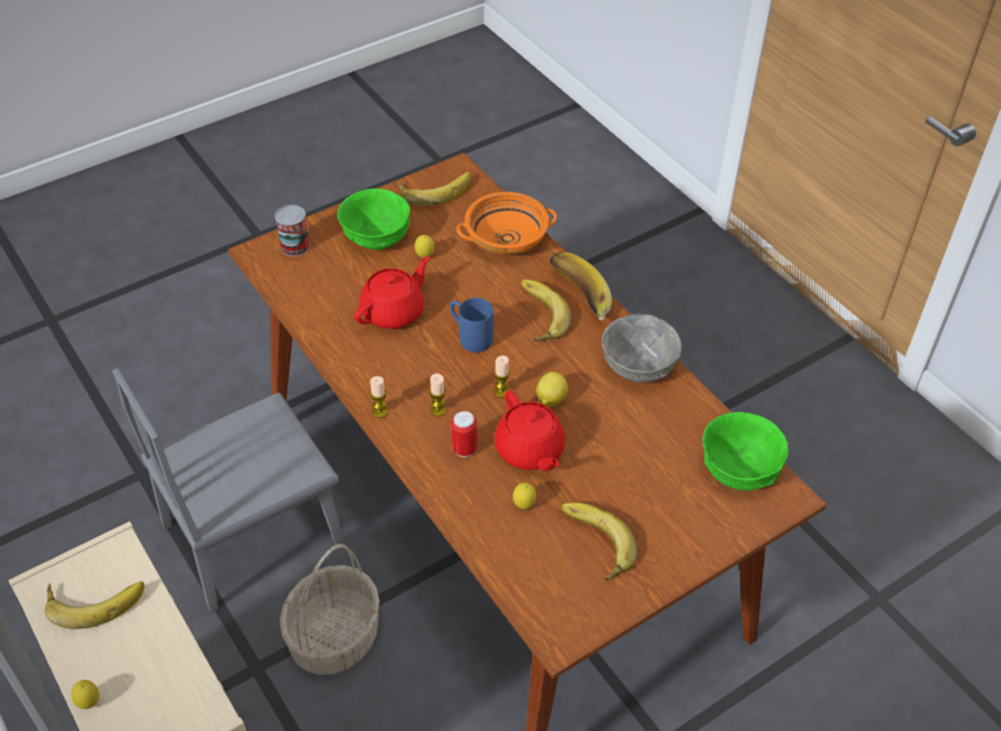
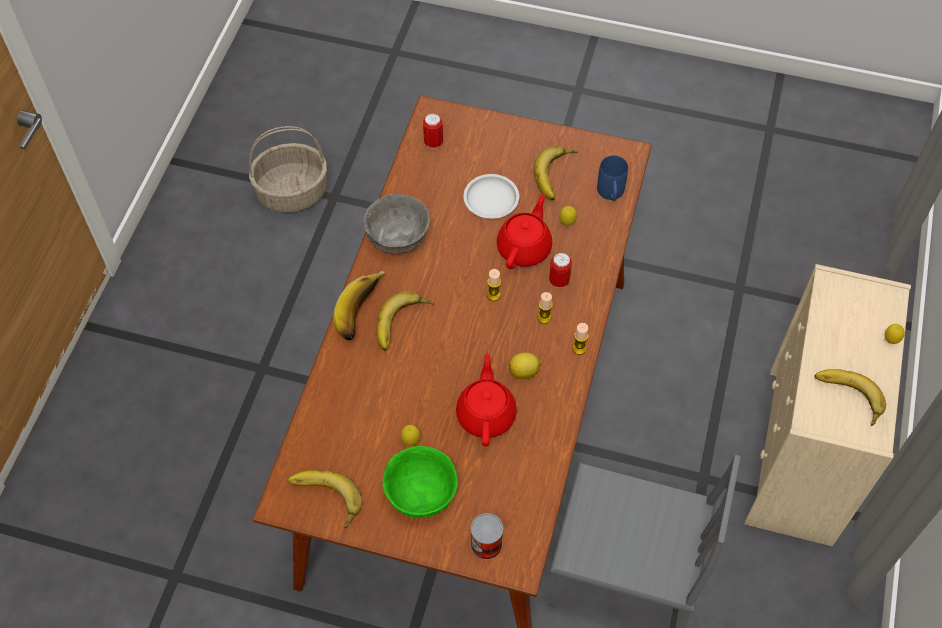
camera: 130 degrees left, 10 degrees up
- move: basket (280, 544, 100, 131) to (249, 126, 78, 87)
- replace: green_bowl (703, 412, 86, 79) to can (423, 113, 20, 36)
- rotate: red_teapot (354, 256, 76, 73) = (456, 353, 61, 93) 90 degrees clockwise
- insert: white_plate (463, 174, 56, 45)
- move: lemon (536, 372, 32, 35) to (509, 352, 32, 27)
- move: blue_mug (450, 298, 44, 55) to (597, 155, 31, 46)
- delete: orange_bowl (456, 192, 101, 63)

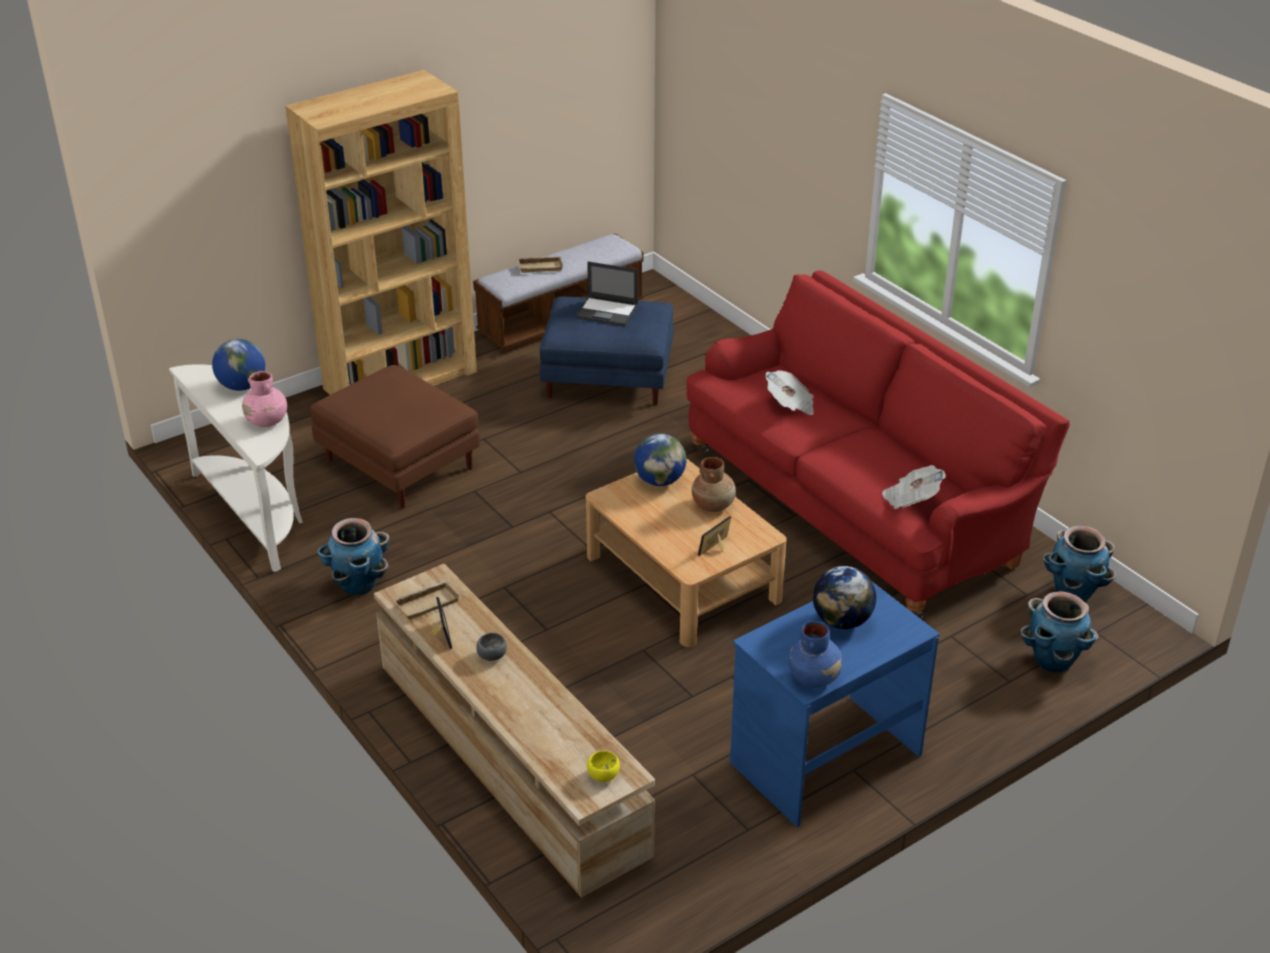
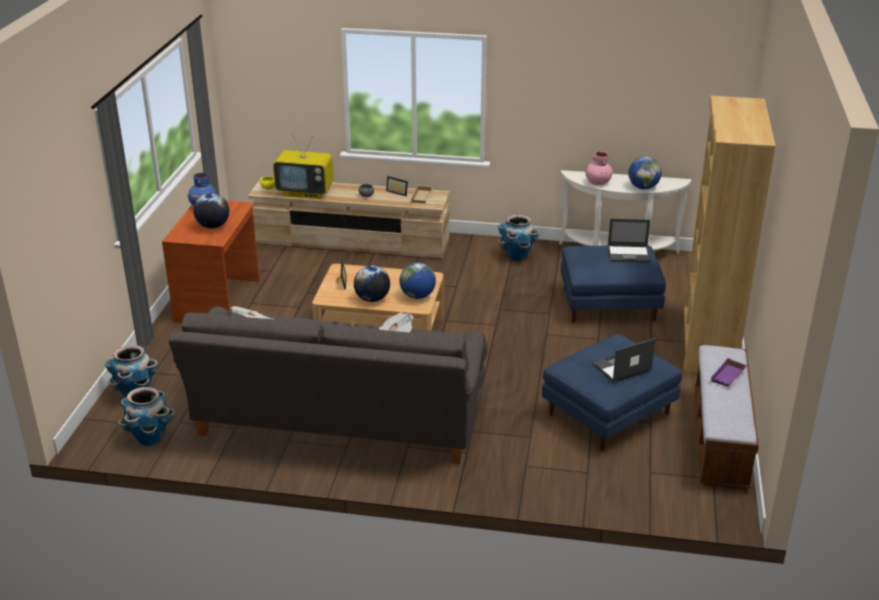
camera: 135 degrees right, 5 degrees down
- recolor: blue_desk (730, 582, 210, 245) to brown_desk (162, 201, 98, 122)
- recolor: red_sofa (686, 270, 384, 349) to grey_sofa (168, 307, 320, 157)
- insert: television (273, 134, 61, 65)
- replace: brown_vase (692, 457, 44, 55) to globe (354, 265, 36, 37)
- recolor: brown_ottoman (310, 365, 170, 143) to blue_ottoman (561, 245, 105, 78)
- insert: laptop (608, 219, 42, 44)
- recolor: beige_tray (517, 256, 46, 17) to purple_tray (710, 358, 37, 29)

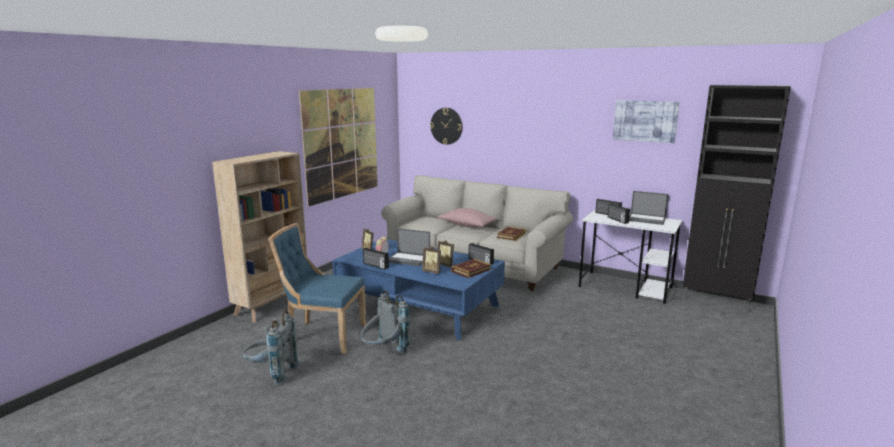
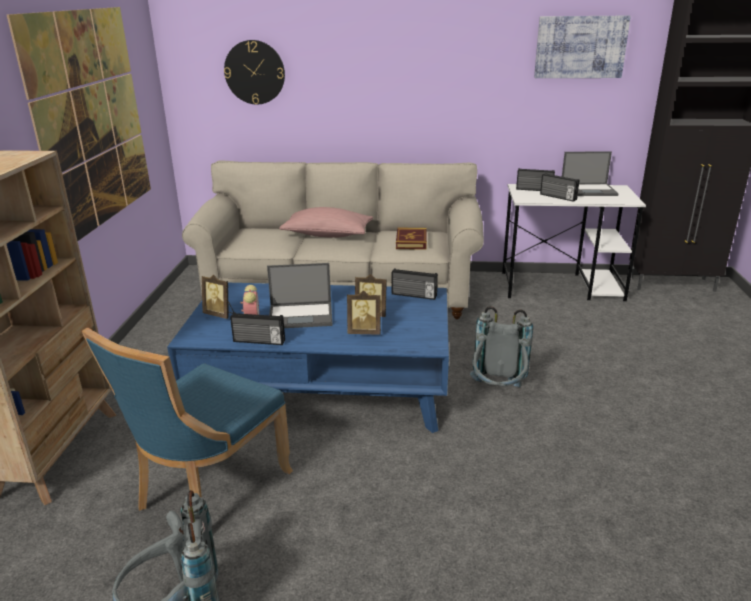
camera: 25 degrees left, 10 degrees up
- rotate: blue_chair (268, 223, 99, 131) = (82, 327, 211, 184) 45 degrees counterclockwise
- move: grey_backpack (361, 290, 49, 64) to (470, 306, 63, 81)
- delete: book (451, 259, 40, 19)

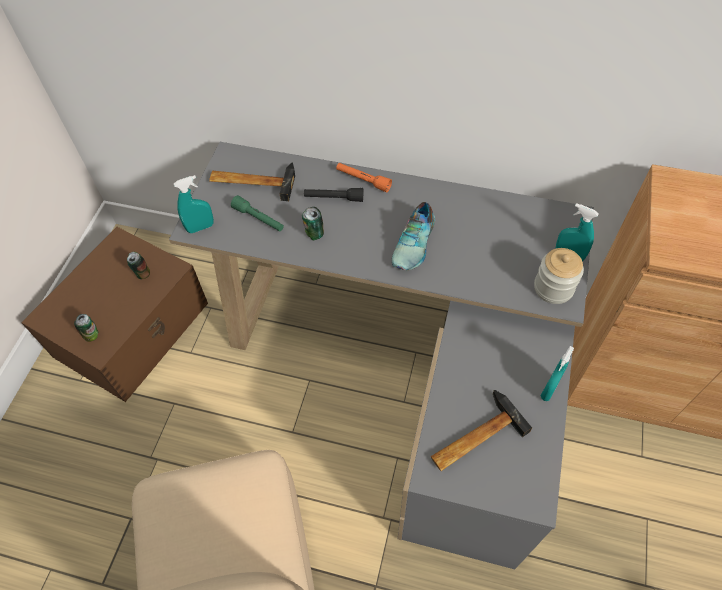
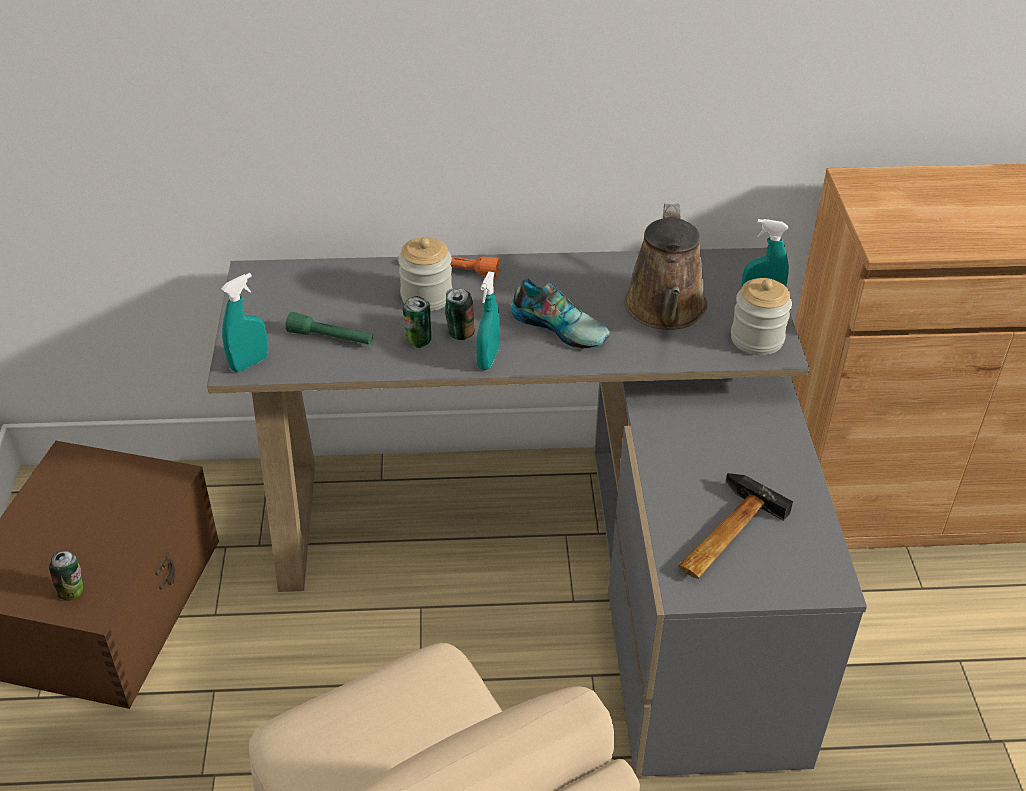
camera: 20 degrees left, 15 degrees down
- replace: black_flashlight (304, 188, 59, 14) to jar (398, 237, 54, 74)
- move: can (127, 252, 23, 28) to (445, 288, 30, 52)
- move: turquoise_spray_bottle (541, 346, 33, 55) to (476, 271, 23, 99)
- rotate: shoe (392, 202, 43, 69) = (511, 279, 99, 70) 60 degrees counterclockwise
- insert: brown_watering_can (624, 204, 83, 126)
- delete: hammer (209, 163, 86, 38)

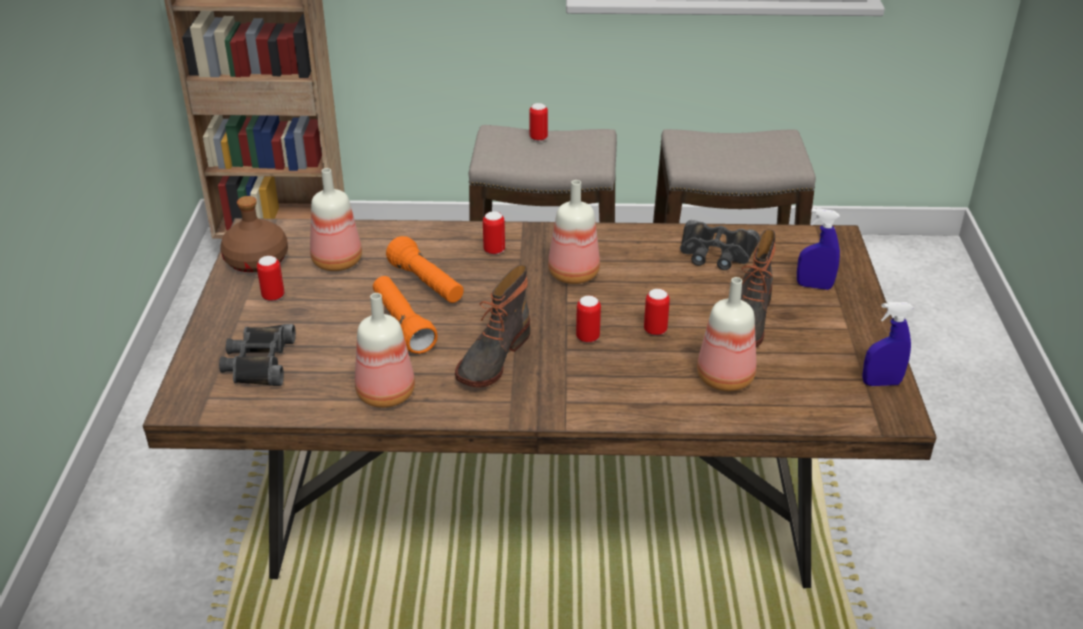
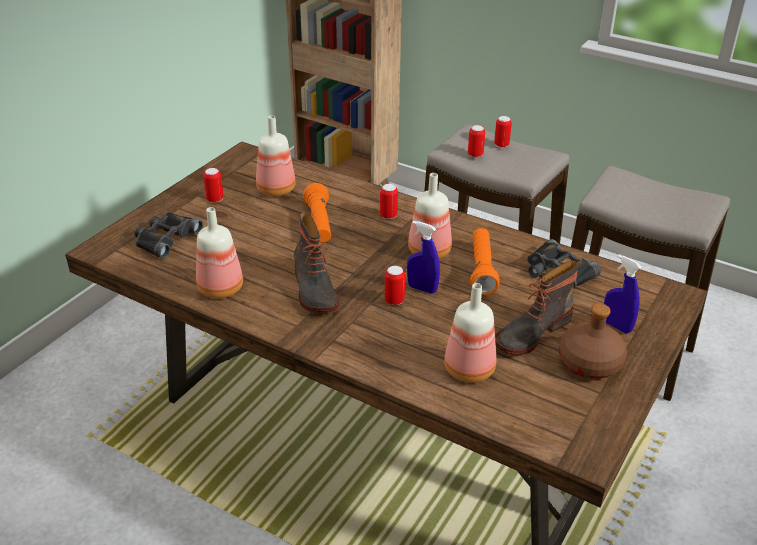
camera: 30 degrees right, 0 degrees up
- rotate: boot (455, 265, 75, 122) = (294, 212, 45, 100) 75 degrees counterclockwise
- move: blue_spray_bottle (862, 302, 51, 84) to (407, 221, 33, 73)
- move: can (644, 289, 26, 46) to (468, 125, 17, 33)
- move: orange_flashlight (373, 276, 65, 78) to (470, 228, 30, 67)
- move: brown_bottle (220, 196, 68, 76) to (559, 303, 68, 76)

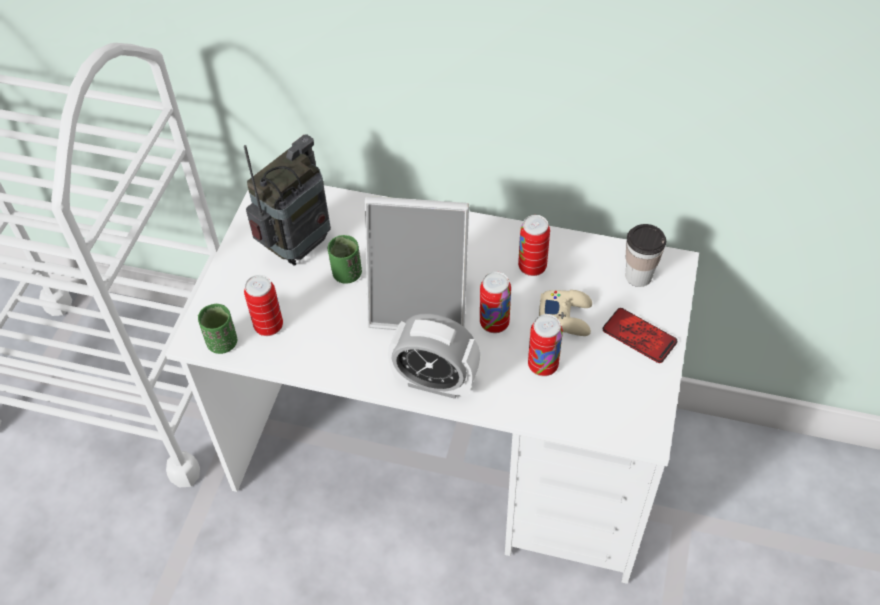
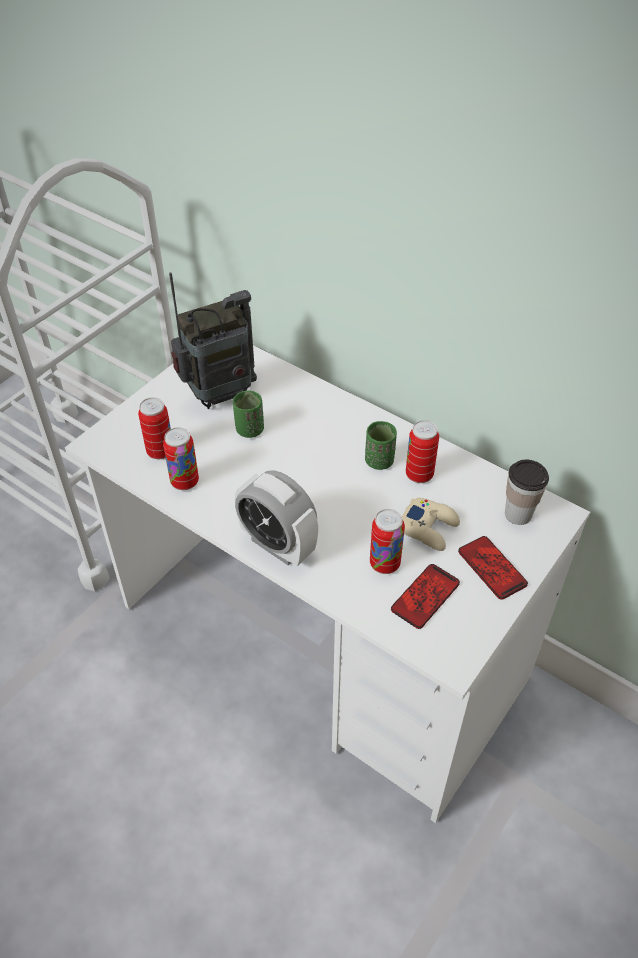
camera: 20 degrees right, 5 degrees down
- move: can (480, 272, 31, 61) to (163, 427, 36, 63)
- move: green_cup (198, 304, 39, 50) to (365, 421, 32, 49)
- insert: phone (391, 564, 69, 65)
- delete: picture_frame (365, 196, 104, 134)

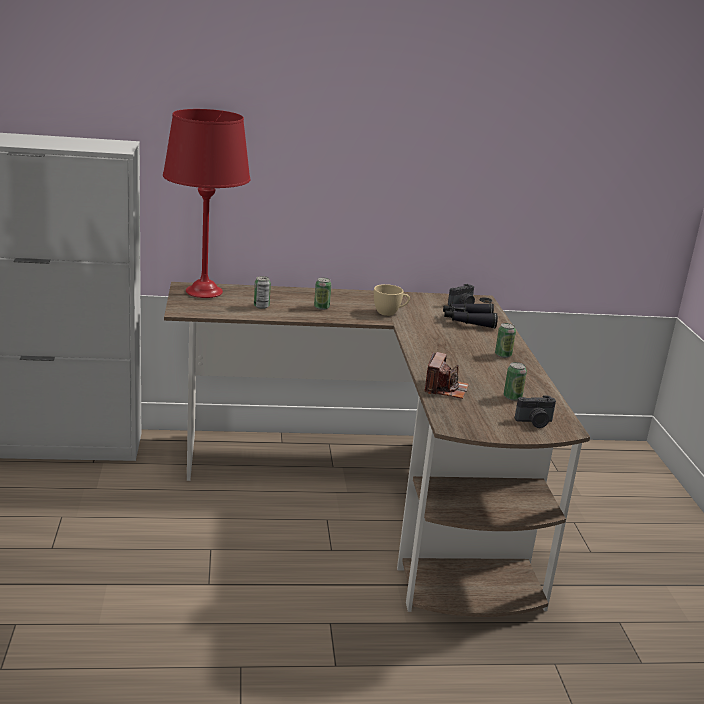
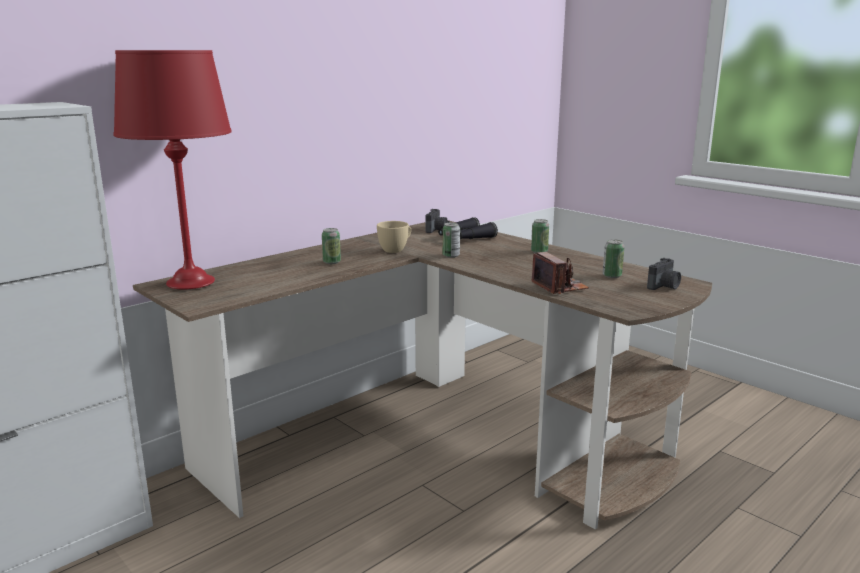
camera: 35 degrees left, 5 degrees down
- move: can (254, 276, 17, 33) to (443, 223, 17, 35)

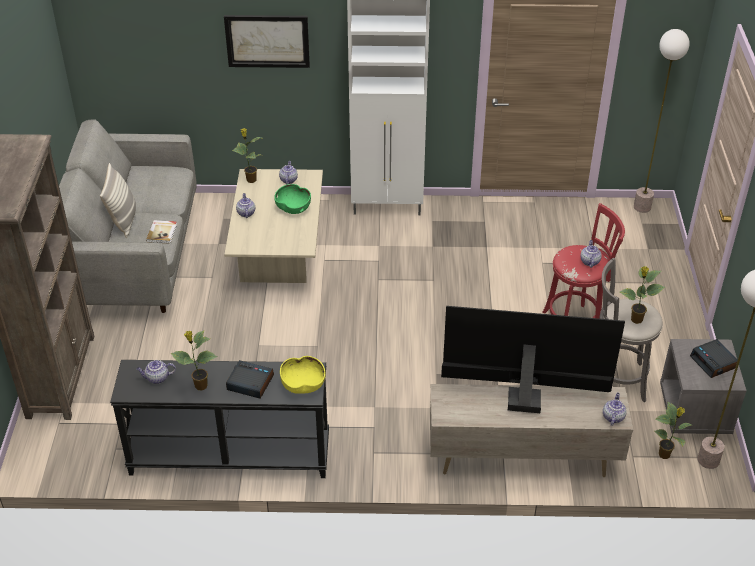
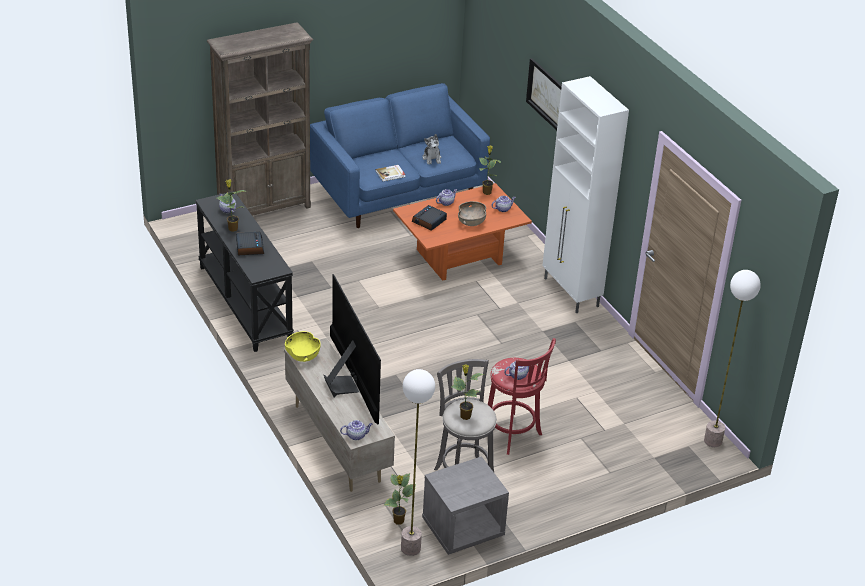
camera: 60 degrees right, 5 degrees down
- move: yellow_bowl (280, 356, 46, 38) to (285, 331, 35, 31)
- recolor: grey_sofa (59, 119, 138, 194) to blue_sofa (310, 83, 180, 145)
- recolor: beige_coffee_table (224, 169, 99, 114) to orange_coffee_table (393, 183, 139, 98)
- move: alarm_clock (690, 339, 48, 39) to (412, 205, 35, 26)
- insert: plush_toy (422, 134, 19, 31)
- recolor: green_bowl (275, 184, 36, 30) to brown_bowl (458, 201, 28, 25)
- delete: pillow (100, 163, 36, 75)

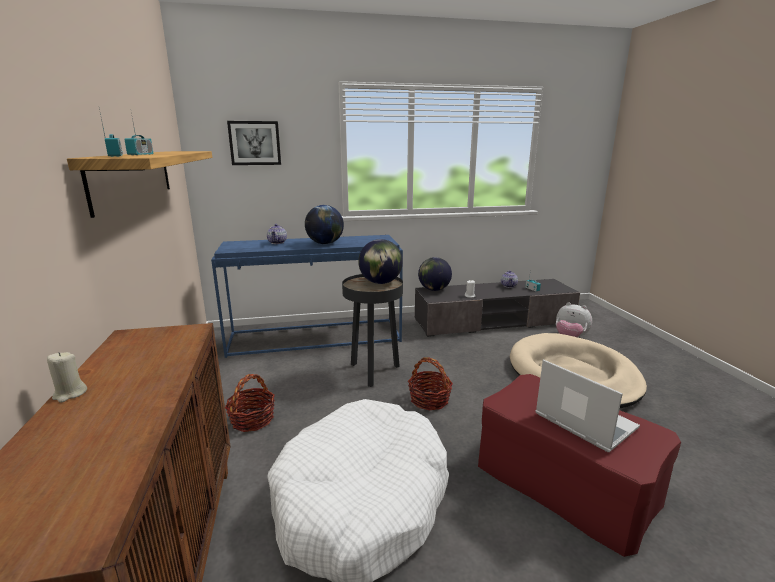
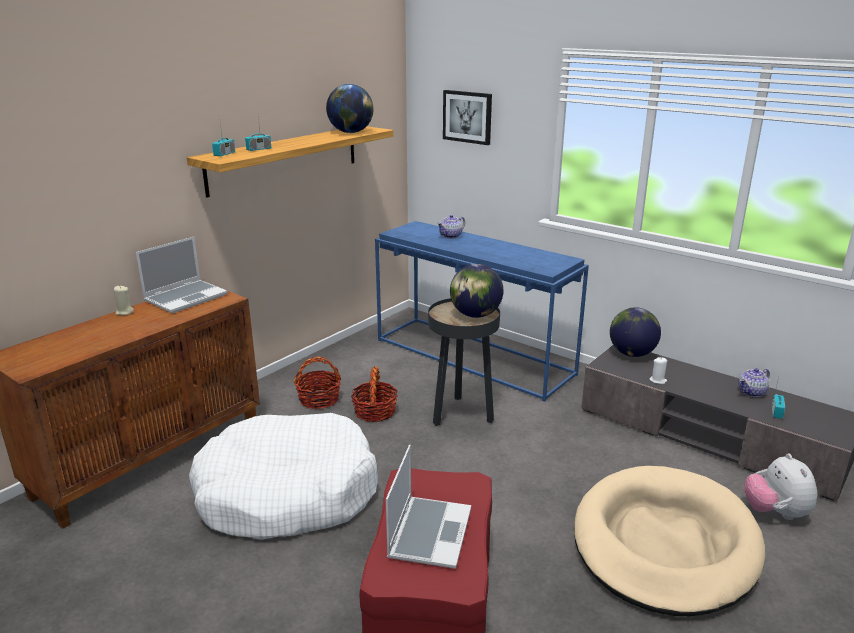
camera: 50 degrees right, 5 degrees up
- insert: laptop (136, 237, 92, 76)
- move: globe (305, 205, 39, 39) to (326, 84, 48, 49)
- move: basket (408, 357, 45, 54) to (351, 366, 47, 56)

